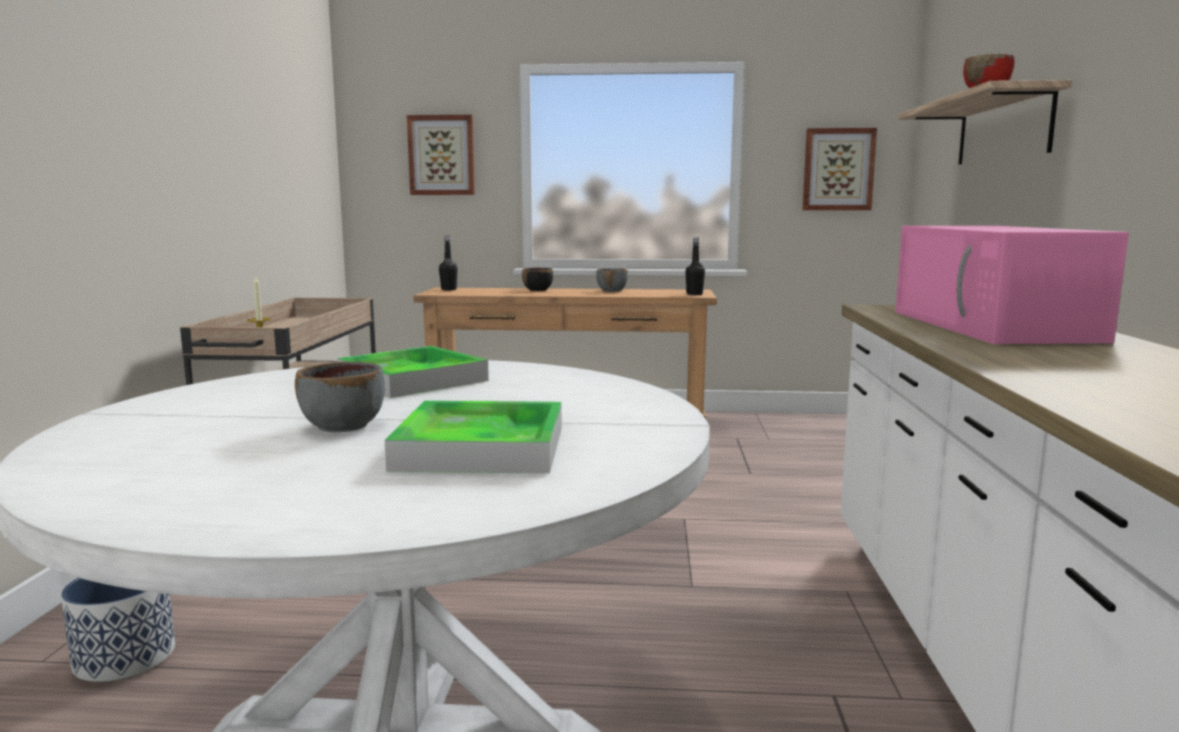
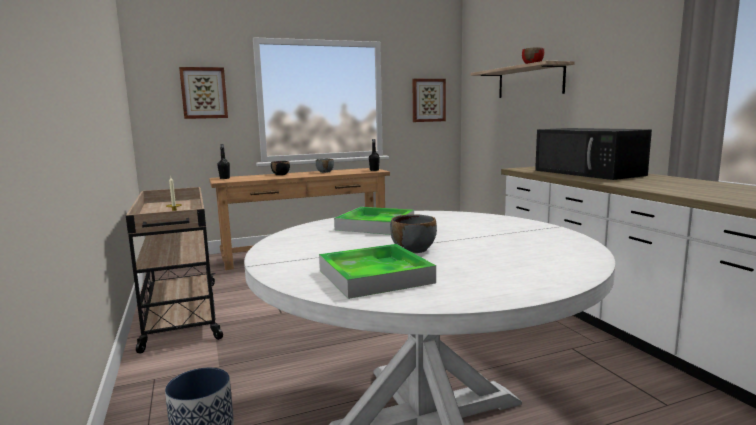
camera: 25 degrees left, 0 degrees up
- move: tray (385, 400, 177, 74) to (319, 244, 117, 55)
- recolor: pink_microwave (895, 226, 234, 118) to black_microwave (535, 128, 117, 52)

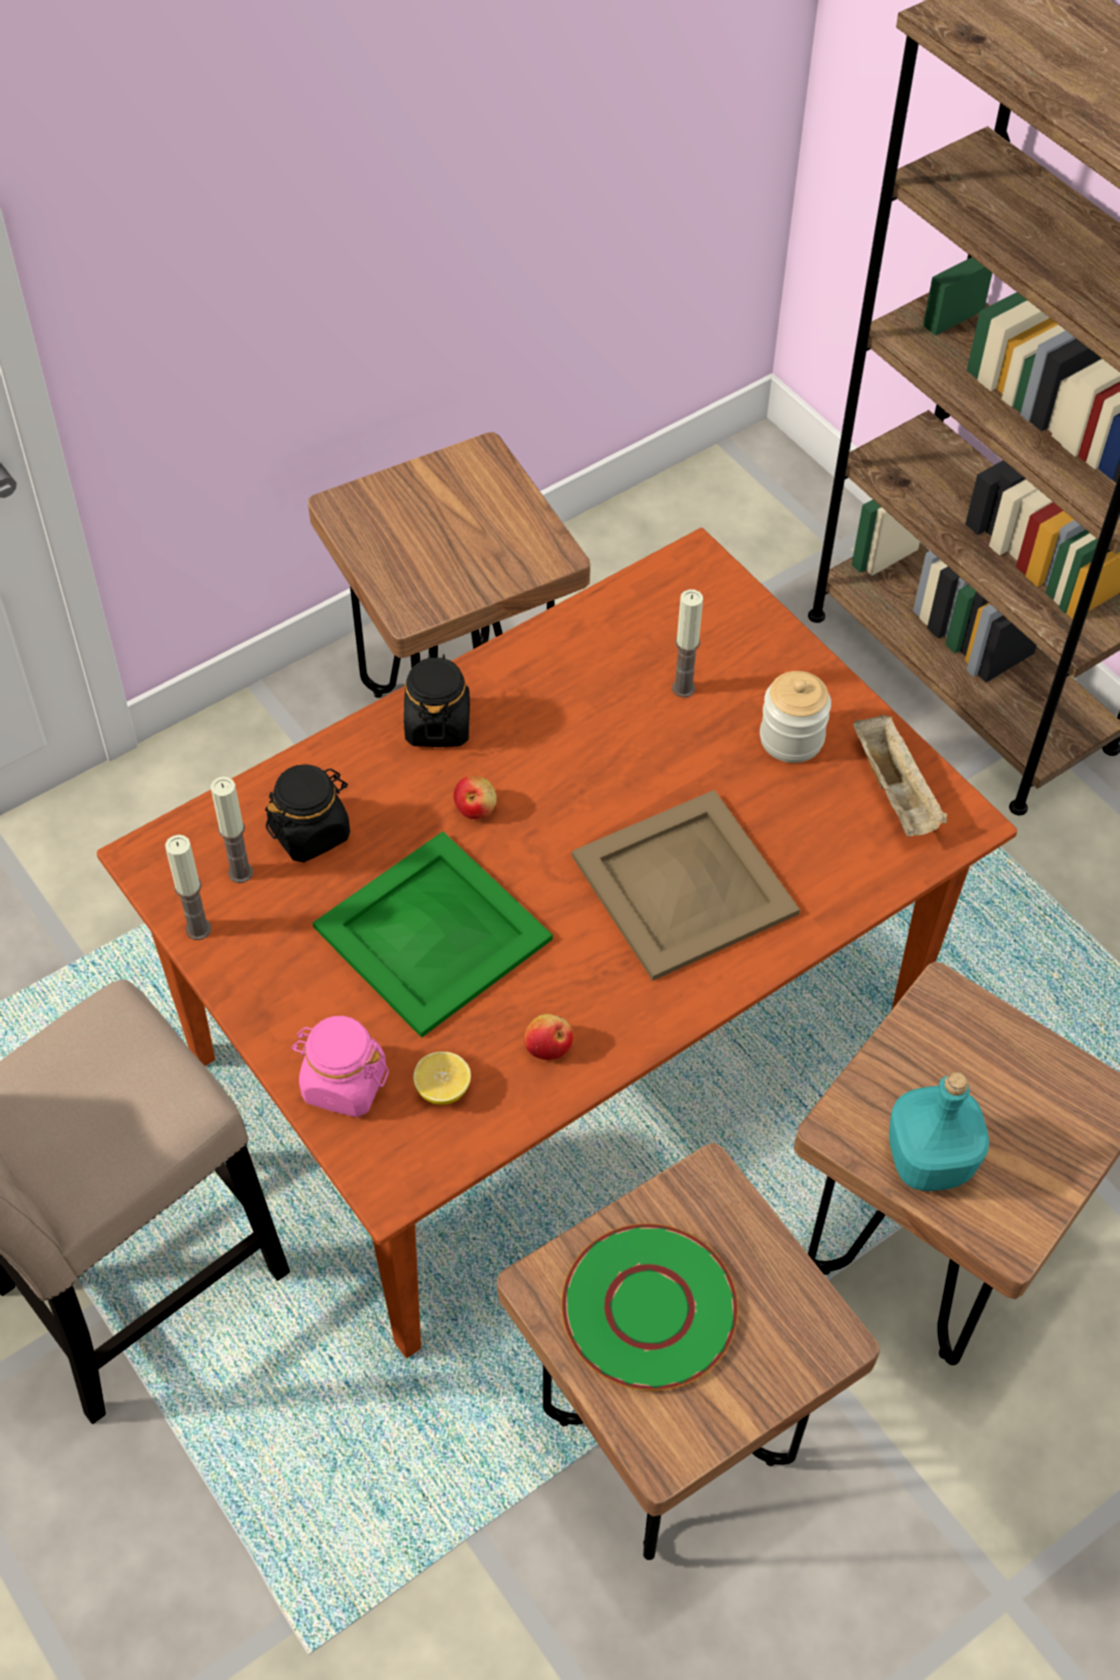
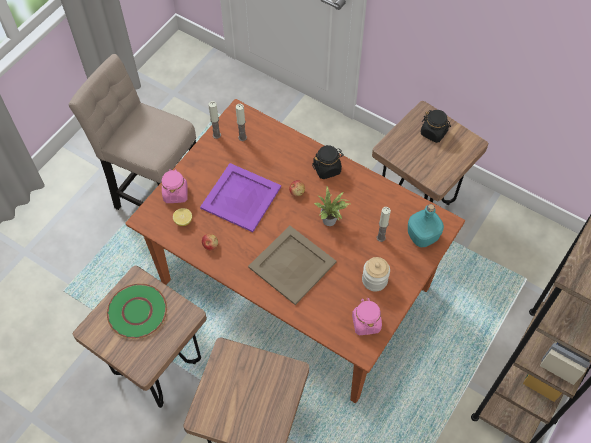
camera: 70 degrees right, 5 degrees up
- recolor: green_tray (313, 831, 240, 207) to purple_tray (200, 163, 81, 69)
- insert: potted_plant (314, 186, 35, 40)
- replace: beige_tray (853, 714, 94, 123) to pink_jar (352, 298, 30, 37)
- move: turquoise_bottle (889, 1072, 100, 119) to (408, 204, 36, 43)
- move: black_jar (265, 764, 85, 98) to (421, 110, 30, 33)

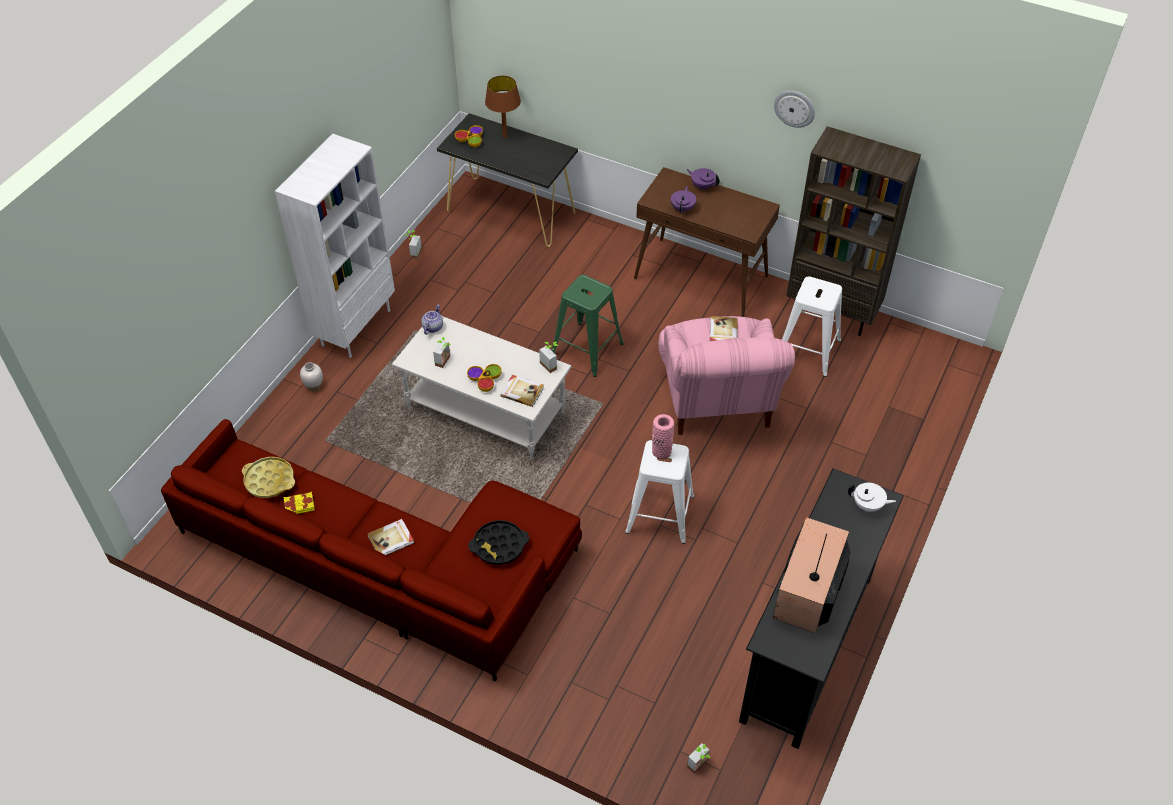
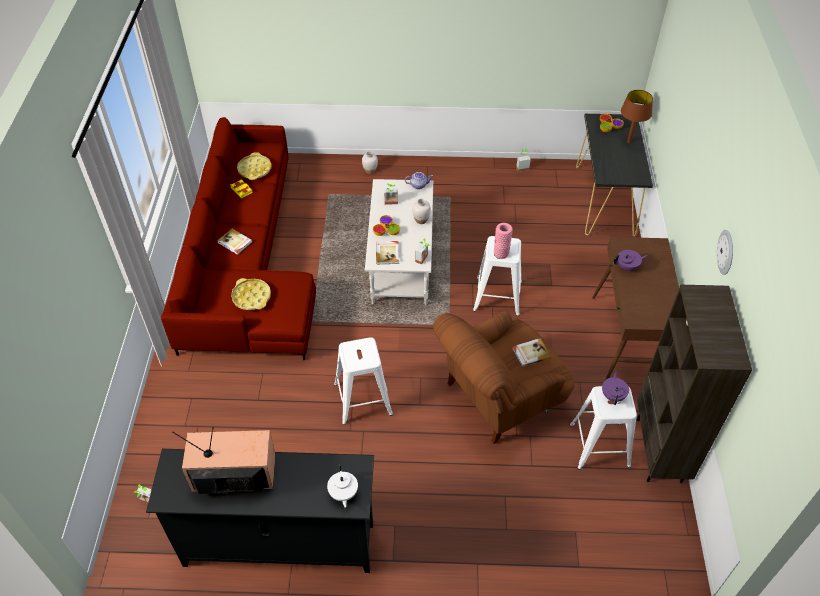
camera: 65 degrees right, 0 degrees up
- recolor: black_tray (468, 520, 61, 45) to yellow_tray (231, 278, 40, 32)
- insert: white_vase (412, 199, 19, 25)
- recolor: pink_armchair (658, 316, 137, 119) to brown_armchair (433, 311, 141, 133)
- recolor: green_stool (552, 275, 72, 102) to white_stool (473, 236, 49, 80)
- move: pink_vase (652, 414, 22, 45) to (494, 223, 19, 36)
- move: purple_teapot (687, 168, 33, 22) to (602, 371, 27, 34)
- delete: white_bookcase (275, 134, 120, 224)

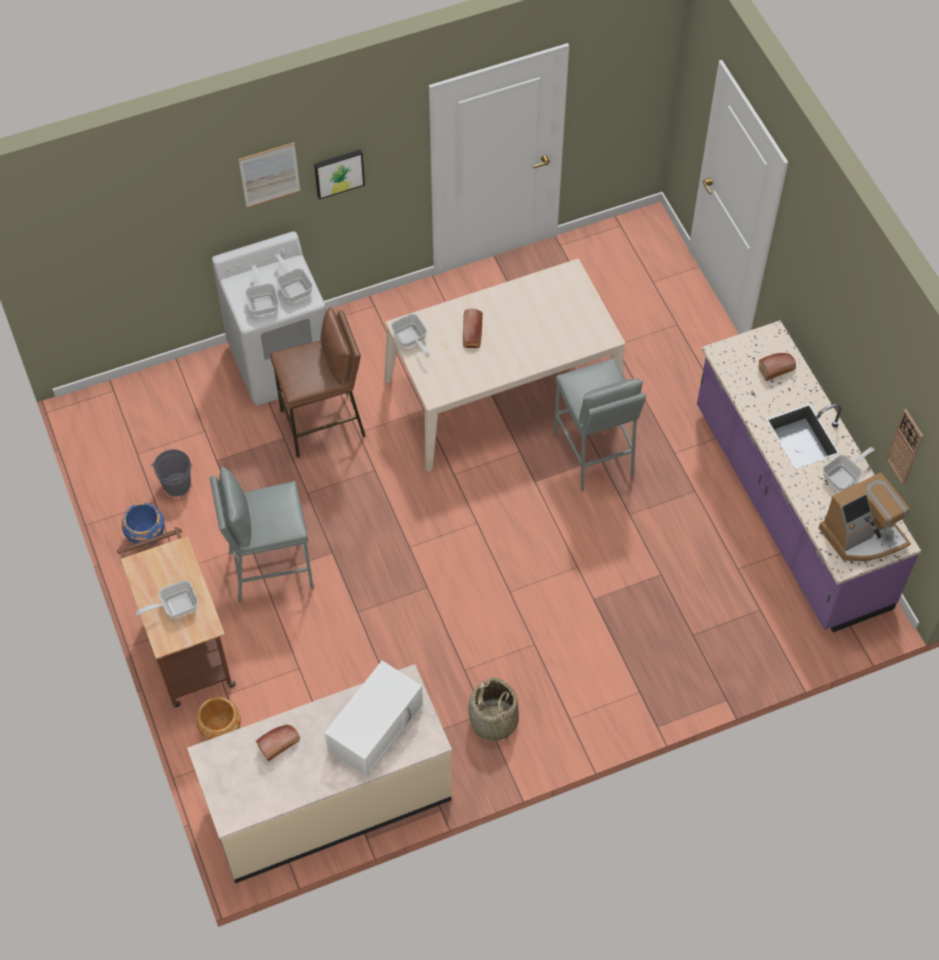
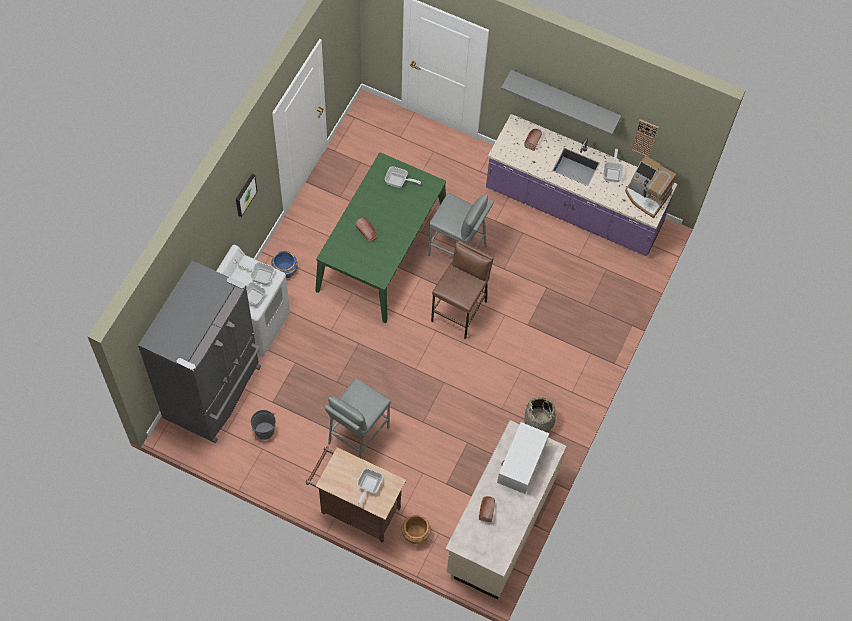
camera: 45 degrees left, 5 degrees up
- insert: grey_fridge (138, 260, 123, 183)
- move: blue_planter (121, 503, 44, 44) to (271, 251, 27, 28)
- recolor: beige_dining_table (384, 259, 241, 212) to green_dining_table (315, 152, 131, 171)
- move: frying_pan (391, 313, 39, 44) to (385, 166, 36, 22)
- move: brown_stool (270, 306, 95, 152) to (431, 240, 63, 99)
- rotate: white_microwave (325, 661, 98, 115) = (497, 422, 52, 72) 150 degrees counterclockwise
- insert: grey_shelf (501, 70, 121, 65)
- rotate: coffee_machine (819, 472, 92, 89) = (625, 156, 51, 63) 105 degrees clockwise
- delete: picture (239, 142, 61, 66)

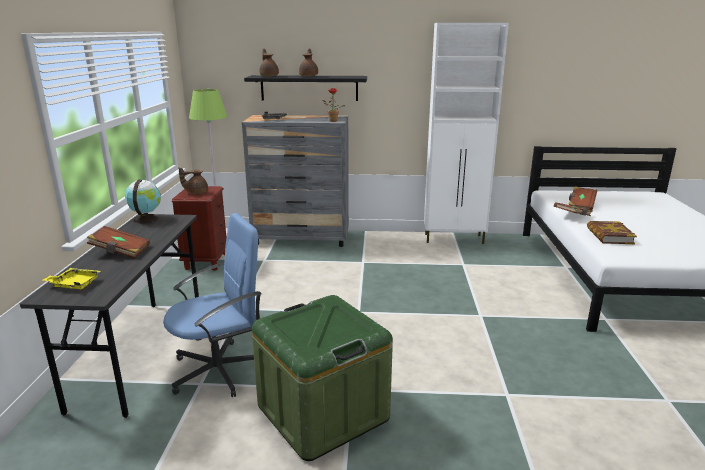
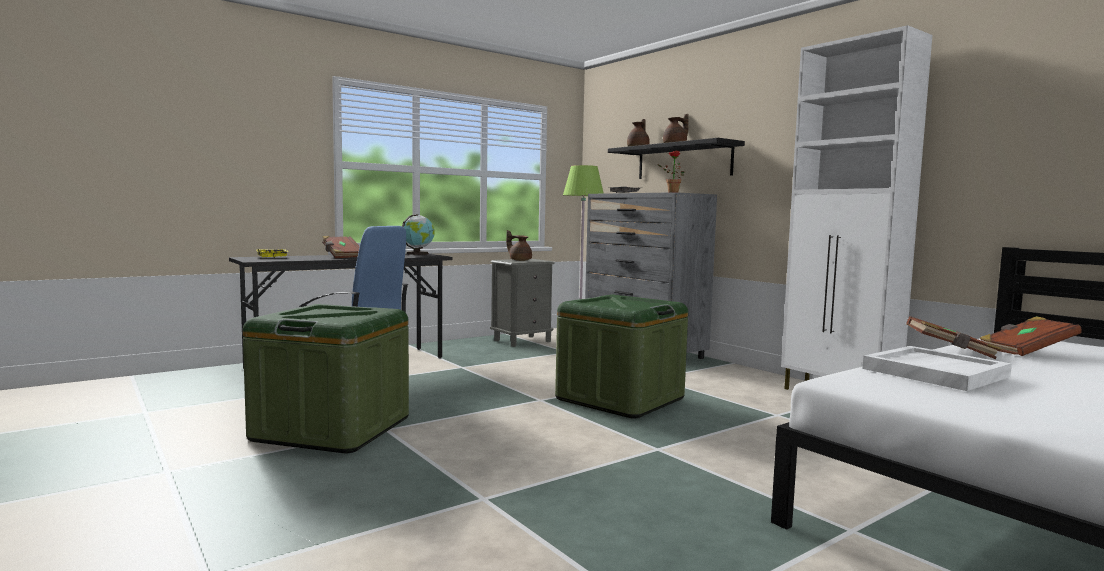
camera: 50 degrees right, 15 degrees down
- recolor: brown_nightstand (172, 186, 55, 85) to grey_nightstand (490, 259, 65, 88)
- insert: green_storage_box (555, 294, 133, 124)
- replace: book (587, 221, 50, 23) to white_tray (863, 346, 149, 45)

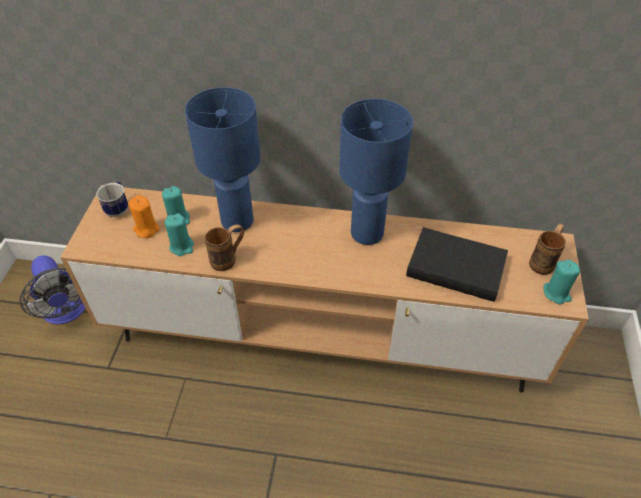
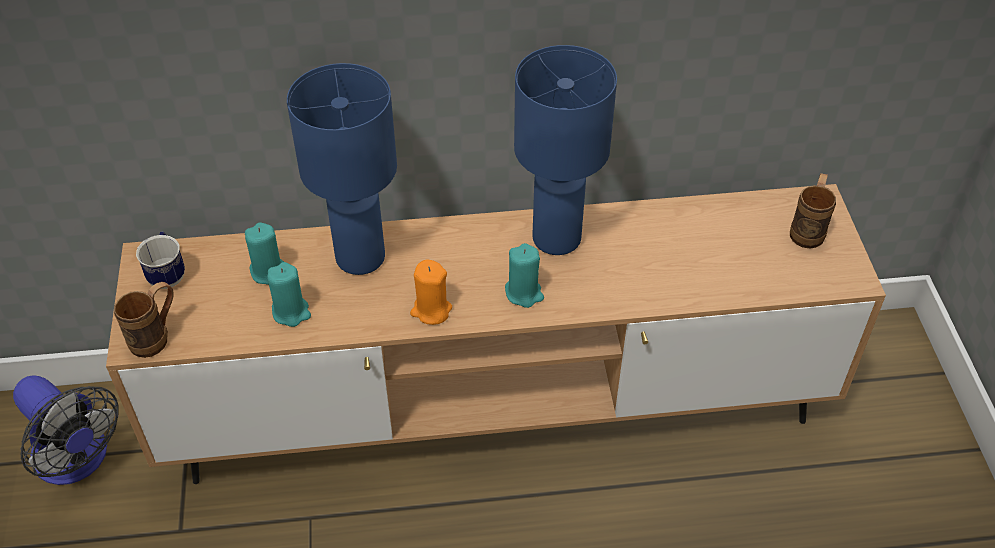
camera: 15 degrees left, 0 degrees up
- move: brown_mug (205, 225, 39, 46) to (114, 282, 60, 76)
- move: orange_candle (128, 195, 32, 43) to (410, 259, 42, 66)
- move: turquoise_candle (543, 260, 37, 44) to (505, 243, 39, 65)
- delete: black_book (406, 227, 102, 75)

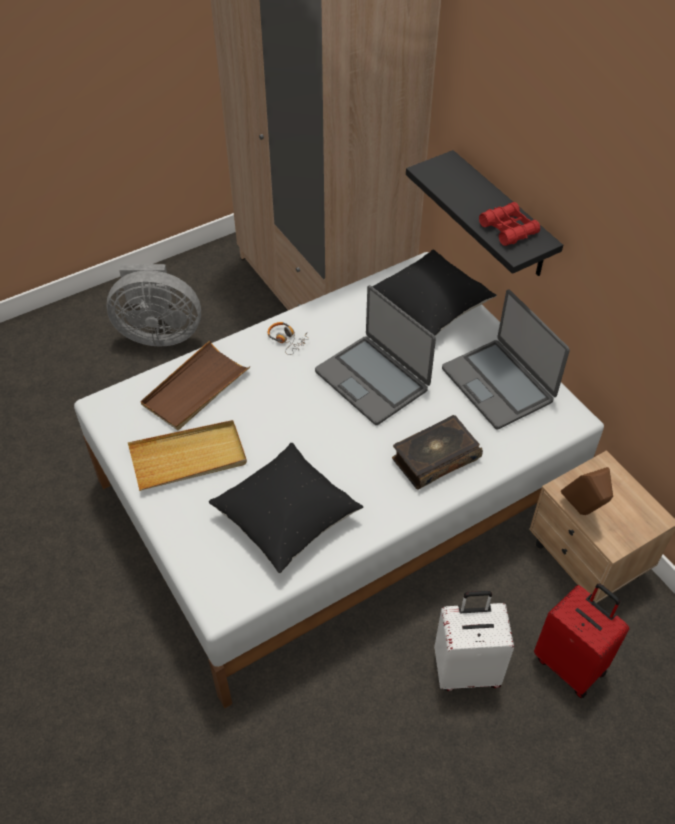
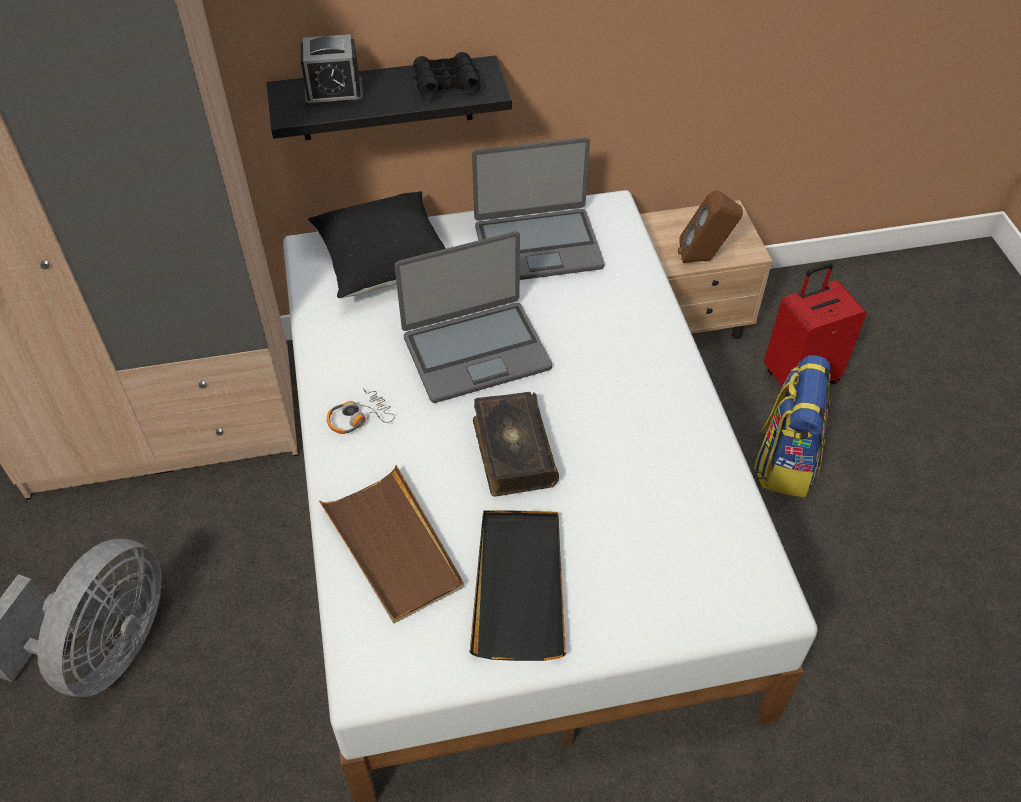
camera: 70 degrees left, 0 degrees up
- insert: alarm_clock (300, 34, 64, 73)
- recolor: red_binoculars (479, 202, 61, 44) to black_binoculars (412, 52, 69, 47)
- recolor: beige_tray (127, 420, 120, 71) to black_tray (470, 510, 96, 151)
- move: book (392, 415, 91, 75) to (473, 392, 86, 104)
- replace: white_suitcase (434, 591, 80, 100) to backpack (754, 355, 77, 143)
- delete: black_pillow (209, 443, 154, 130)

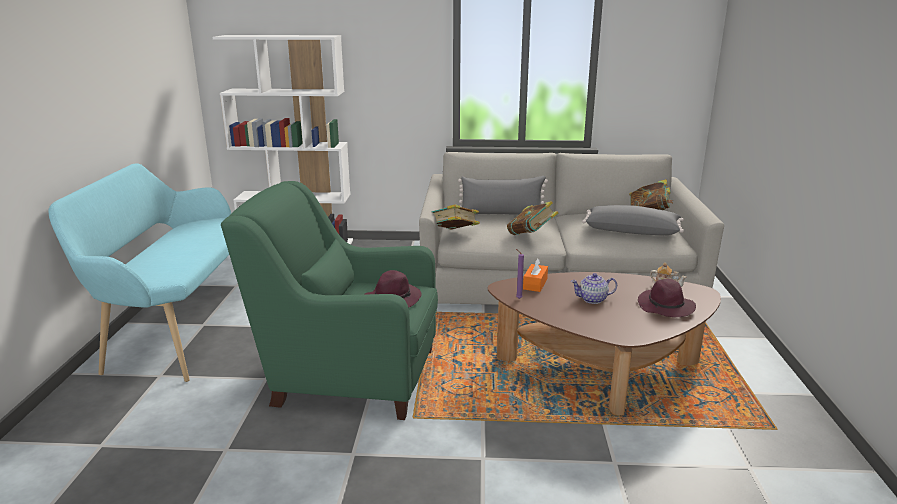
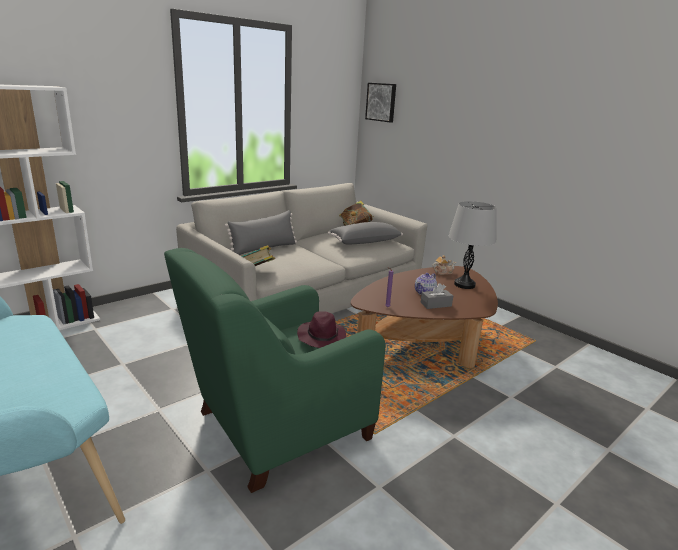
camera: 45 degrees left, 0 degrees up
- insert: picture (365, 83, 31, 39)
- insert: grey_tissue_box (420, 283, 33, 26)
- replace: purple_hat (638, 279, 58, 38) to grey_table_lamp (448, 201, 49, 88)
- delete: book (507, 201, 51, 34)
- delete: orange_tissue_box (523, 258, 25, 34)

